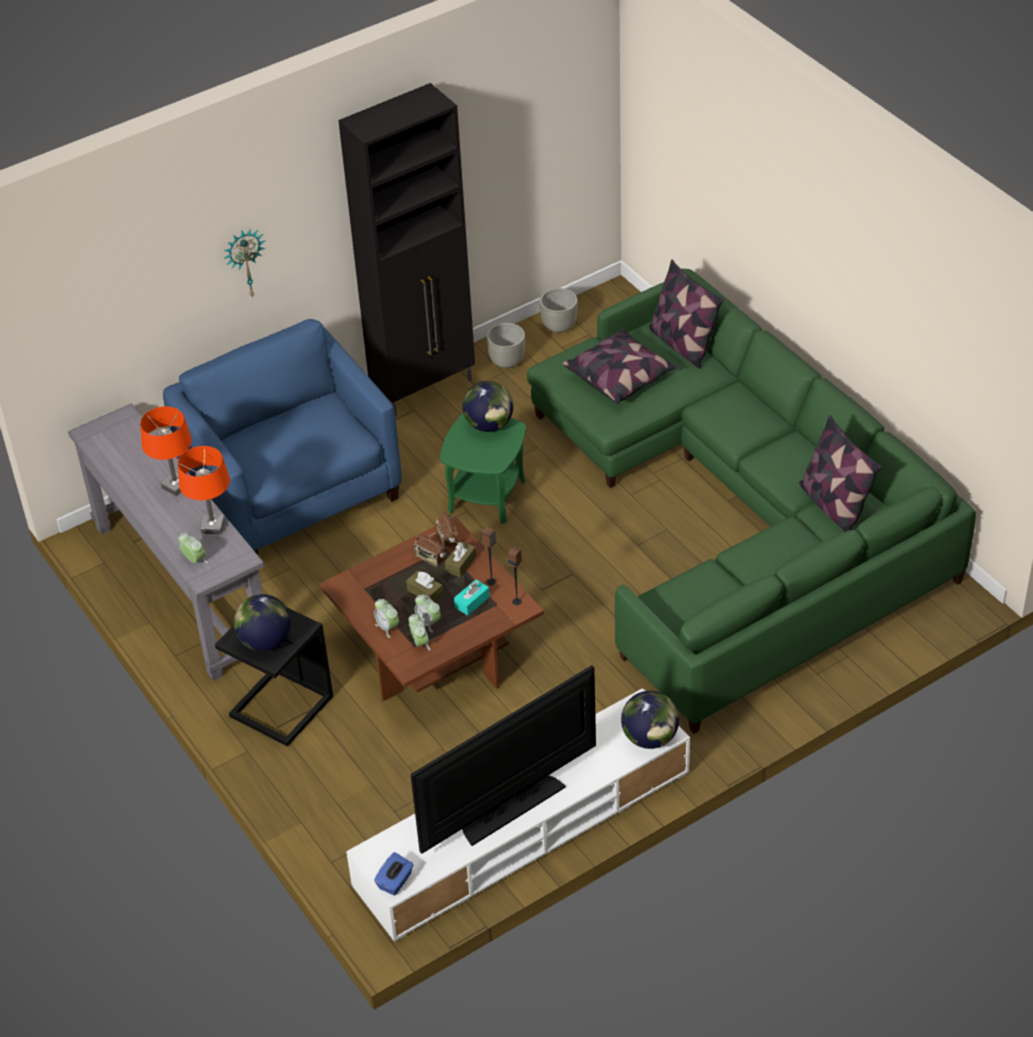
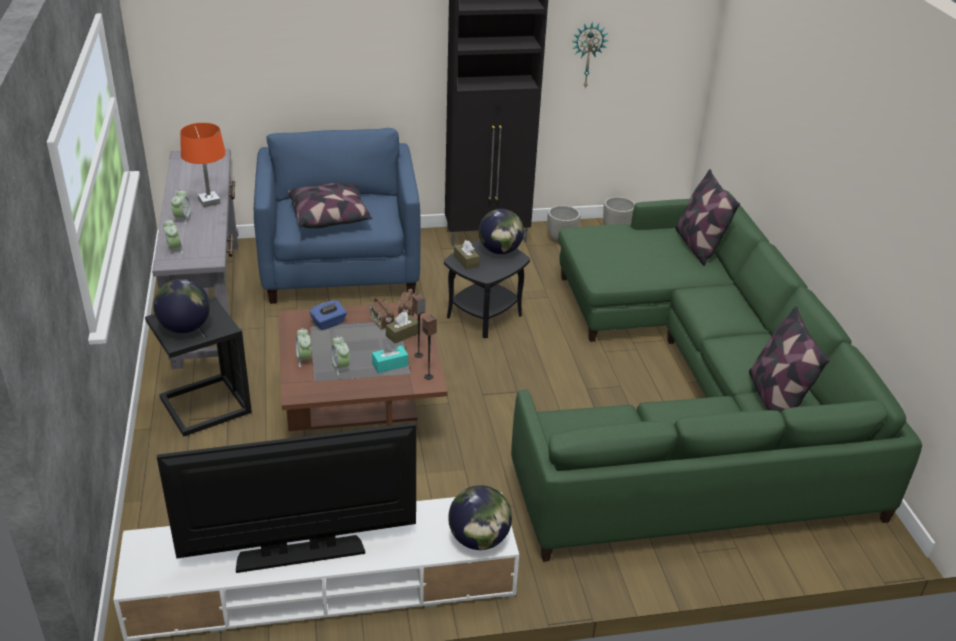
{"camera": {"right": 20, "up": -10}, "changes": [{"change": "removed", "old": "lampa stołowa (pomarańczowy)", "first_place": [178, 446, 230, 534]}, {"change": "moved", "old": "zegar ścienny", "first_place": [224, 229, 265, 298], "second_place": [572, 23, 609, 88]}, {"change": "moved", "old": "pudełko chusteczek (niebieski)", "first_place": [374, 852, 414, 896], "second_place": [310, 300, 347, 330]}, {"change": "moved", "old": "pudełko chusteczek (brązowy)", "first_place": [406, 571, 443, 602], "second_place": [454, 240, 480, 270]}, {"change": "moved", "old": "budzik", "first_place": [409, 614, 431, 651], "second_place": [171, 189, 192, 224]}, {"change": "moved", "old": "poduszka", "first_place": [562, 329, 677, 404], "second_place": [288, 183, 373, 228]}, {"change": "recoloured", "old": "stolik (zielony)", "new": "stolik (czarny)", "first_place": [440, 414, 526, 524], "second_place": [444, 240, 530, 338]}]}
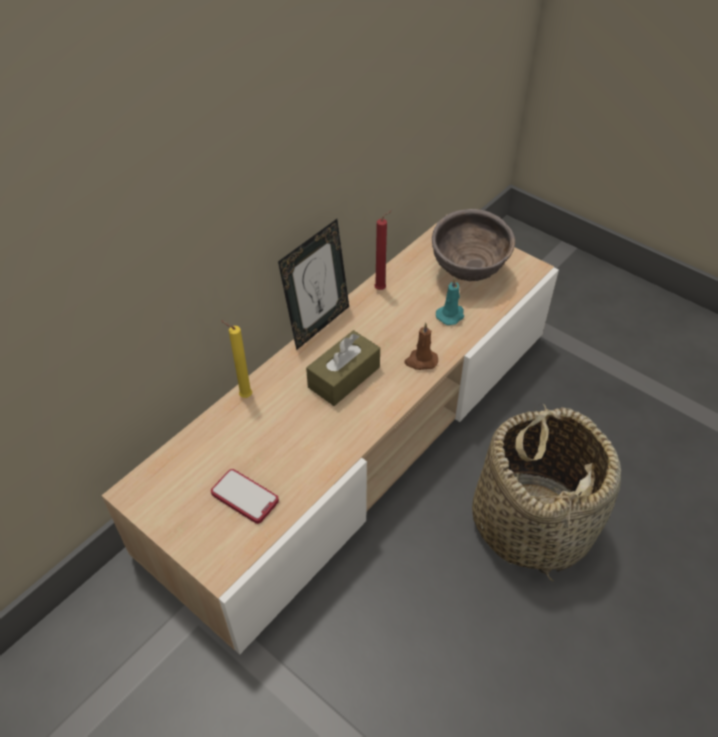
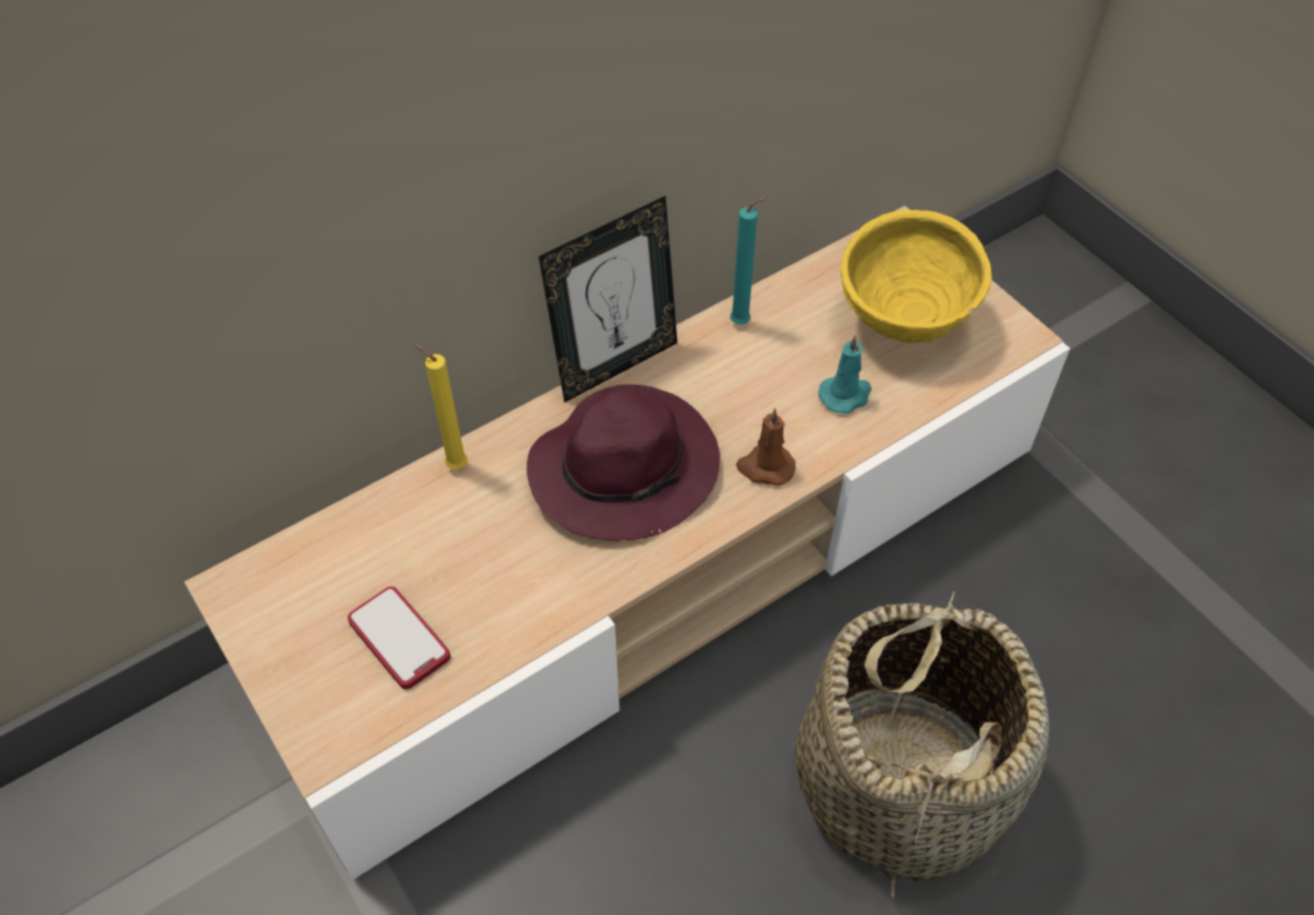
{"camera": {"right": 15, "up": 5}, "changes": [{"change": "replaced", "old": "pudełko chusteczek (brązowy)", "new": "kapelusz (fioletowy)", "first_place": [306, 330, 380, 406], "second_place": [527, 384, 720, 541]}, {"change": "recoloured", "old": "świeca (czerwony)", "new": "świeca (turkusowy)", "first_place": [374, 210, 392, 290], "second_place": [730, 196, 768, 325]}, {"change": "recoloured", "old": "miska (brązowy)", "new": "miska (żółty)", "first_place": [432, 209, 515, 281], "second_place": [840, 210, 992, 344]}]}
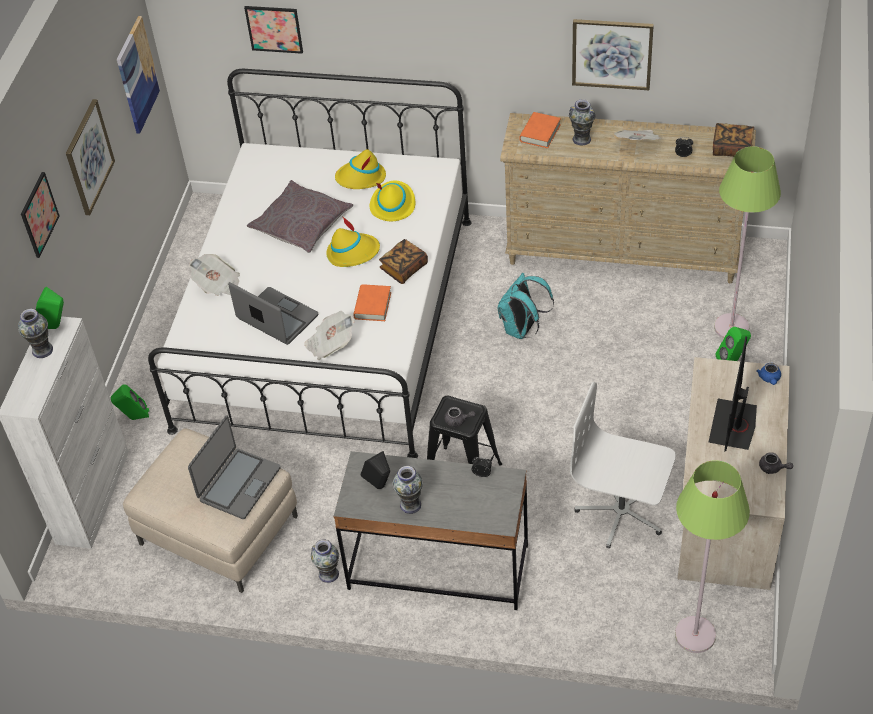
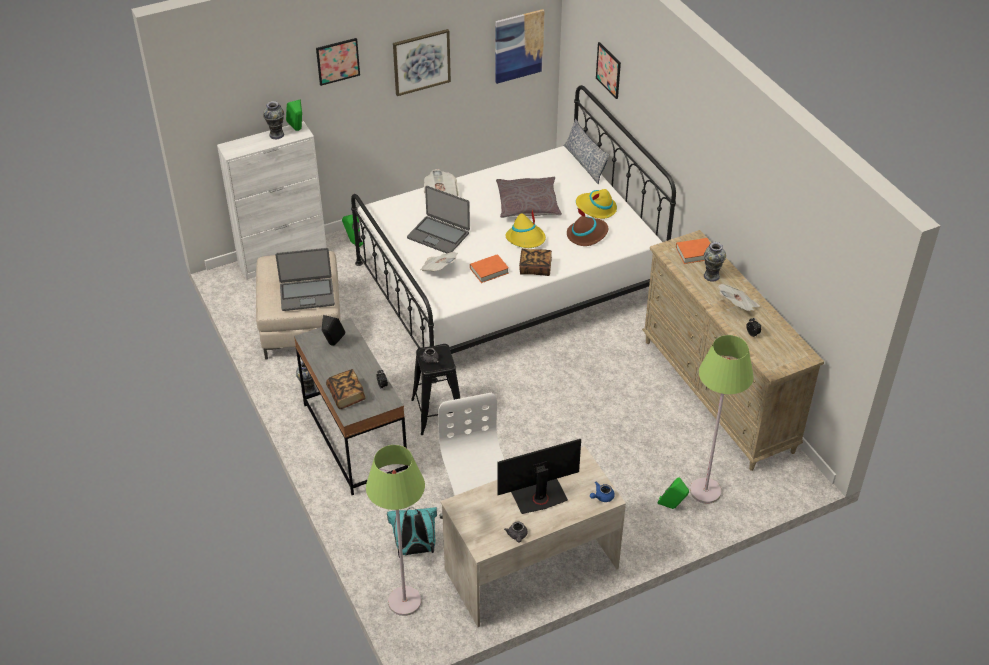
{"camera": {"right": 50, "up": -5}, "changes": [{"change": "removed", "old": "wazon", "first_place": [393, 466, 423, 514]}, {"change": "removed", "old": "obraz", "first_place": [572, 19, 654, 90]}, {"change": "added", "new": "poduszka", "second_place": [563, 119, 610, 184]}, {"change": "moved", "old": "plecak (turkusowy)", "first_place": [498, 273, 554, 339], "second_place": [387, 507, 437, 558]}, {"change": "moved", "old": "książka", "first_place": [713, 123, 754, 157], "second_place": [326, 369, 366, 409]}, {"change": "recoloured", "old": "kapelusz (żółty)", "new": "kapelusz (brązowy)", "first_place": [370, 181, 415, 221], "second_place": [567, 209, 608, 246]}, {"change": "turned", "old": "laptop", "first_place": [228, 282, 319, 345], "second_place": [407, 186, 470, 253], "degrees": 120}]}
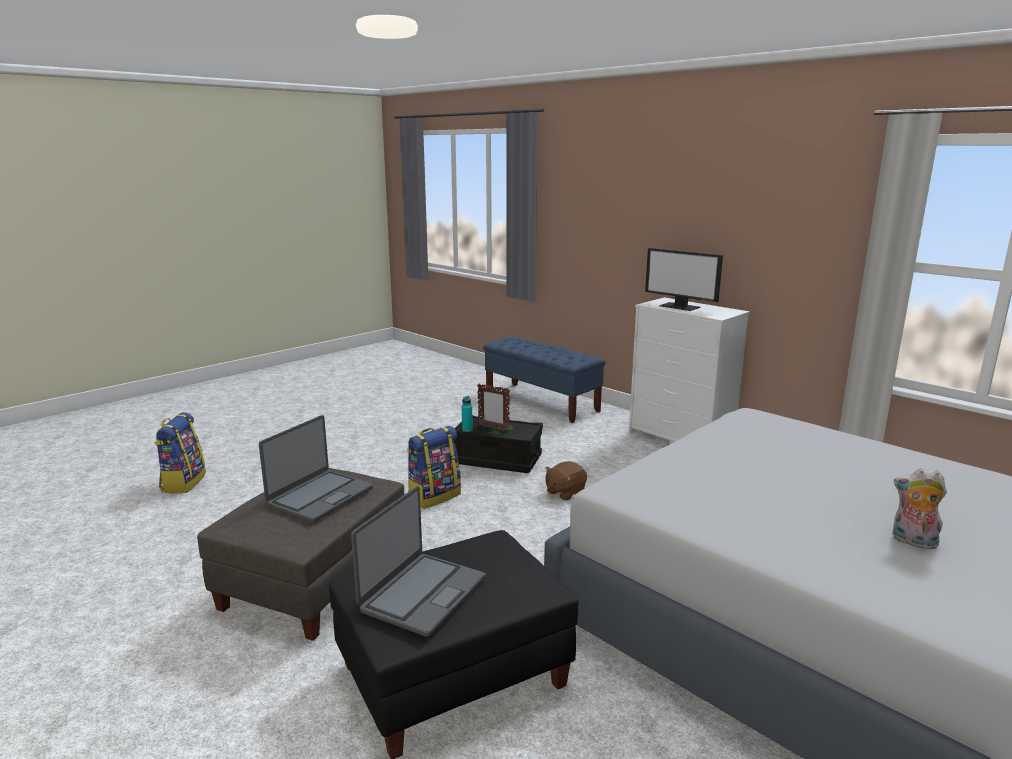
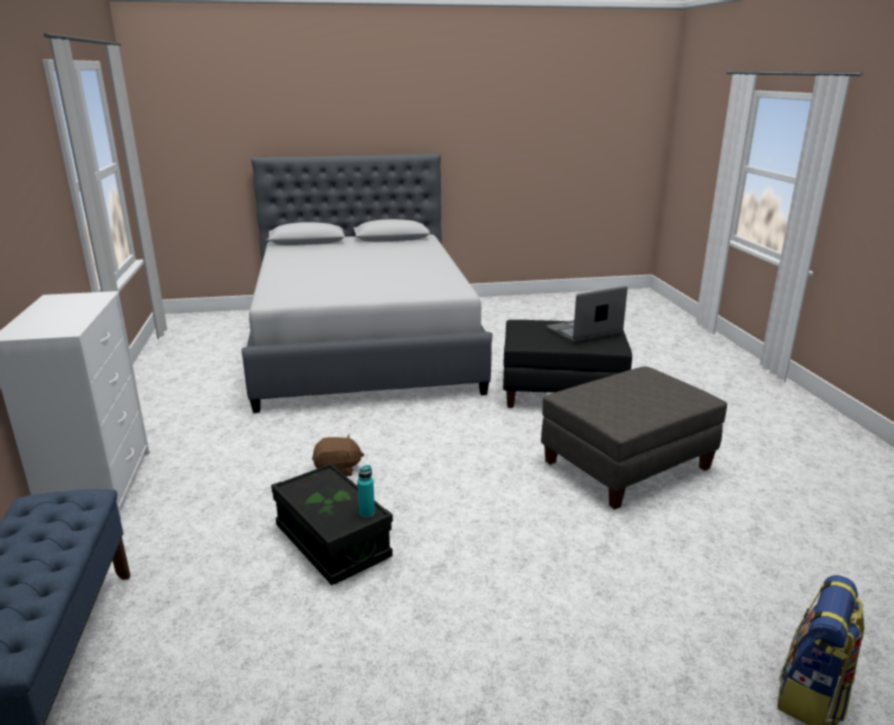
{"camera": {"right": -145, "up": 5}, "changes": [{"change": "removed", "old": "laptop", "first_place": [259, 415, 373, 523]}, {"change": "removed", "old": "plecak", "first_place": [407, 426, 461, 509]}, {"change": "removed", "old": "ramka na zdjęcie", "first_place": [477, 383, 510, 432]}, {"change": "removed", "old": "monitor", "first_place": [645, 248, 723, 311]}, {"change": "removed", "old": "pluszak", "first_place": [892, 468, 947, 549]}]}
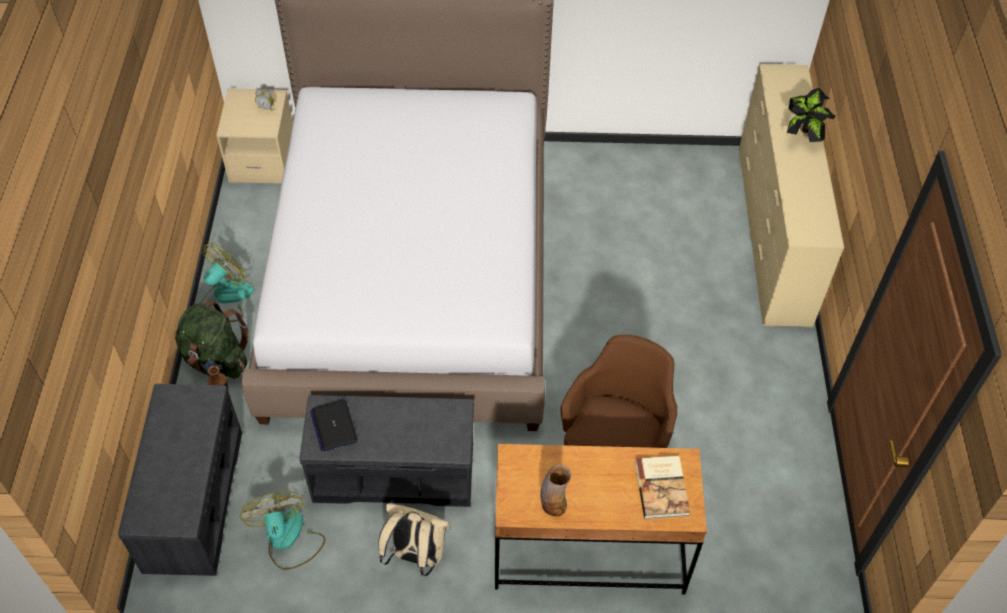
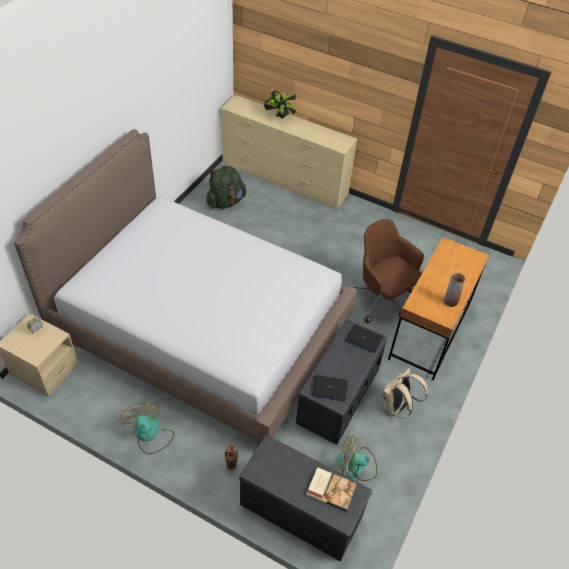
{"camera": {"right": -65, "up": -5}, "changes": [{"change": "added", "new": "laptop", "second_place": [346, 325, 383, 353]}, {"change": "moved", "old": "plecak (zielony)", "first_place": [175, 300, 248, 379], "second_place": [206, 165, 246, 209]}, {"change": "moved", "old": "książka", "first_place": [635, 456, 690, 519], "second_place": [306, 467, 357, 512]}]}
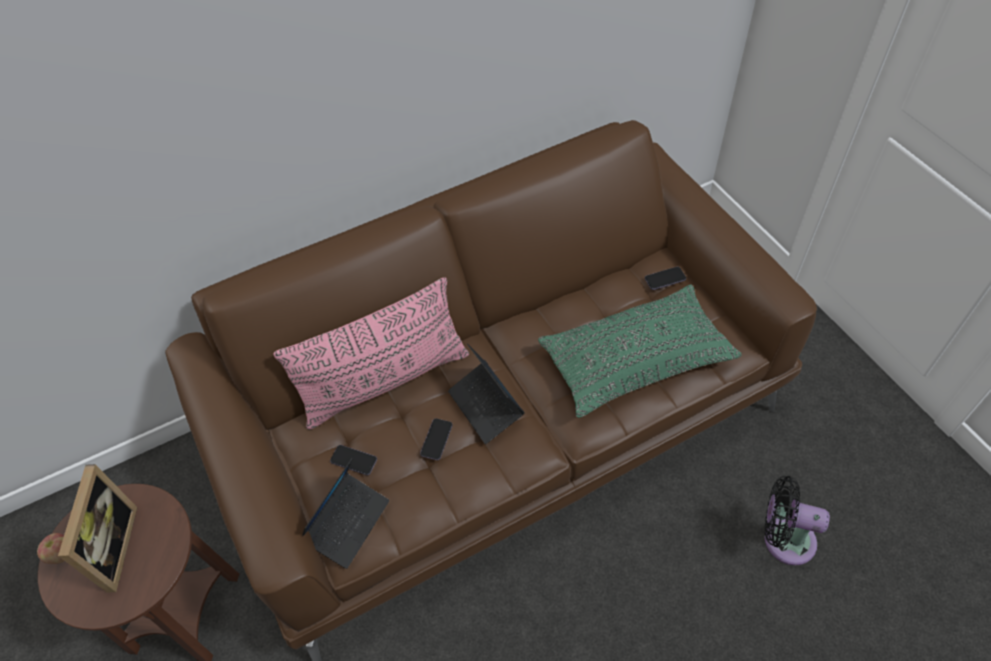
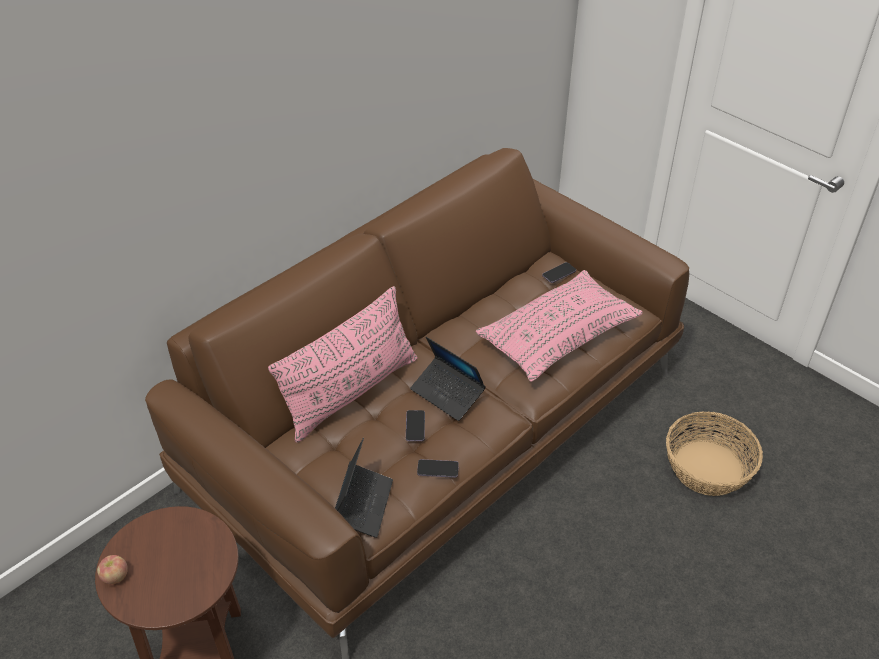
{"camera": {"right": -20, "up": -10}, "changes": [{"change": "removed", "old": "ramka na zdjęcie", "first_place": [58, 464, 138, 593]}, {"change": "moved", "old": "telefon", "first_place": [330, 445, 377, 475], "second_place": [417, 459, 459, 478]}, {"change": "replaced", "old": "wentylator (czarny)", "new": "koszyk", "first_place": [765, 476, 830, 566], "second_place": [666, 412, 763, 496]}, {"change": "recoloured", "old": "poduszka (zielony)", "new": "poduszka (różowy)", "first_place": [538, 284, 741, 418], "second_place": [476, 270, 643, 382]}]}
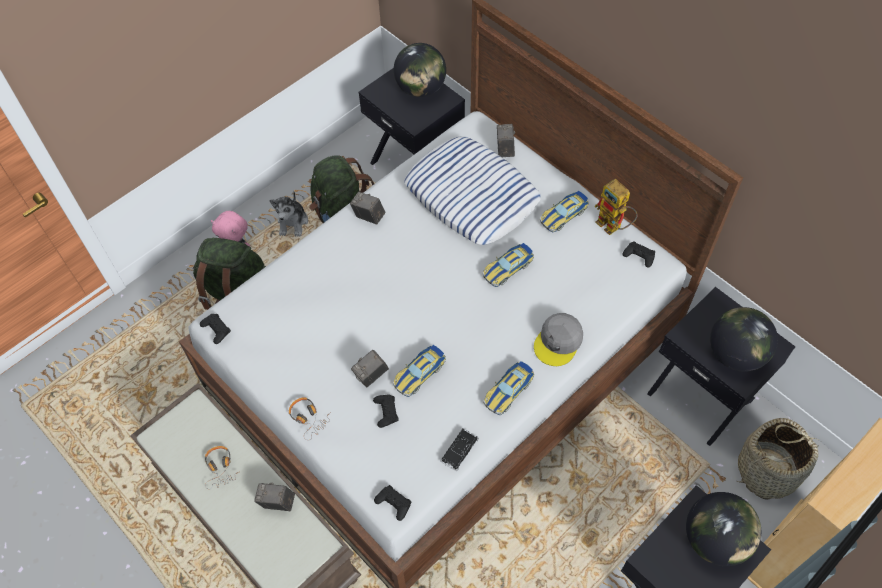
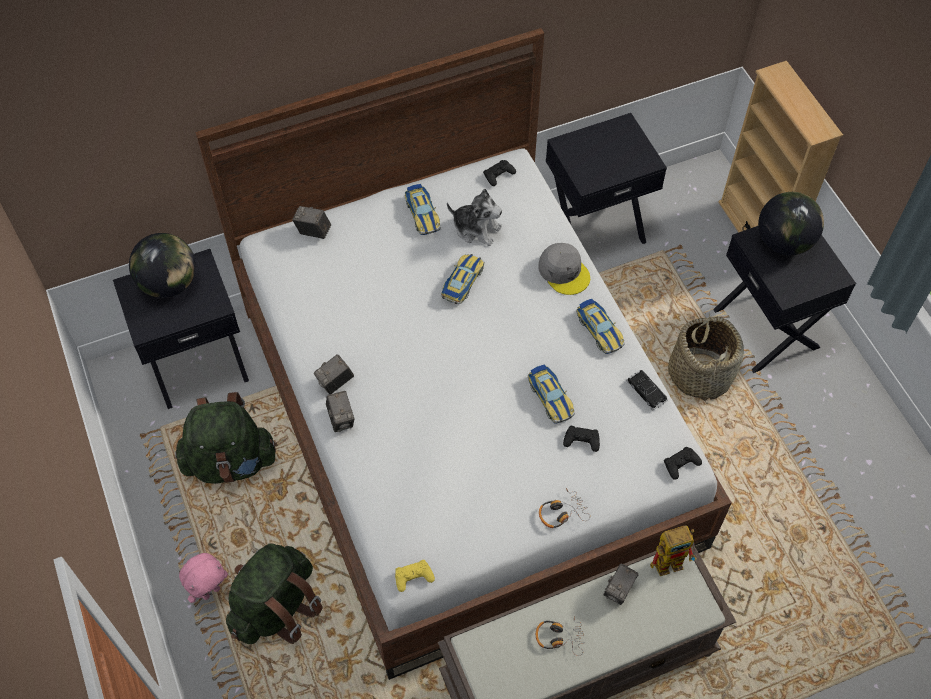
{"camera": {"right": -70, "up": 0}, "changes": [{"change": "removed", "old": "poduszka", "first_place": [404, 136, 541, 245]}, {"change": "removed", "old": "globus", "first_place": [710, 307, 778, 372]}, {"change": "moved", "old": "pluszak", "first_place": [270, 192, 308, 236], "second_place": [447, 189, 502, 246]}, {"change": "moved", "old": "aparat fotograficzny", "first_place": [351, 350, 389, 387], "second_place": [326, 391, 355, 432]}, {"change": "moved", "old": "robot zabawkowy", "first_place": [594, 179, 638, 235], "second_place": [650, 525, 697, 576]}, {"change": "moved", "old": "koszyk", "first_place": [736, 418, 820, 500], "second_place": [668, 314, 744, 403]}, {"change": "recoloured", "old": "pad do gier (czarny)", "new": "pad do gier (żółty)", "first_place": [200, 314, 231, 344], "second_place": [395, 560, 435, 592]}, {"change": "turned", "old": "samochodzik", "first_place": [482, 243, 534, 287], "second_place": [441, 254, 485, 304], "degrees": -135}]}
